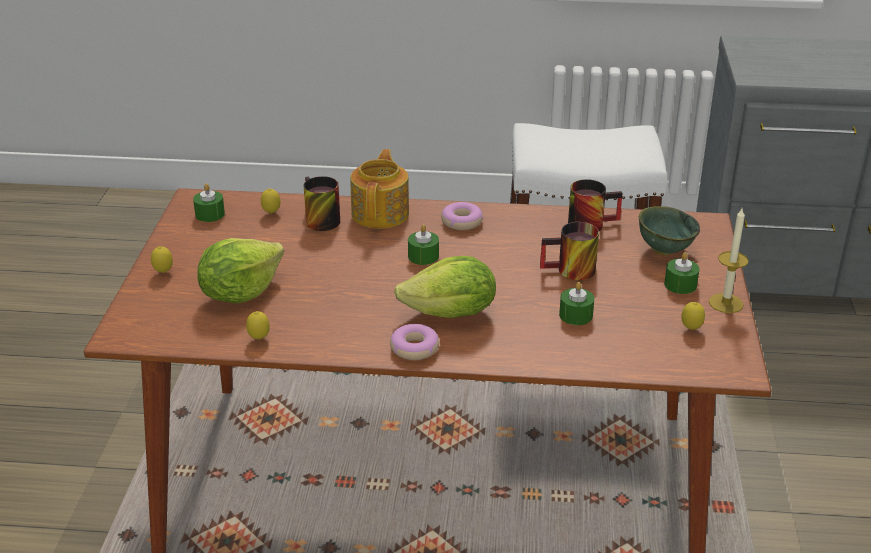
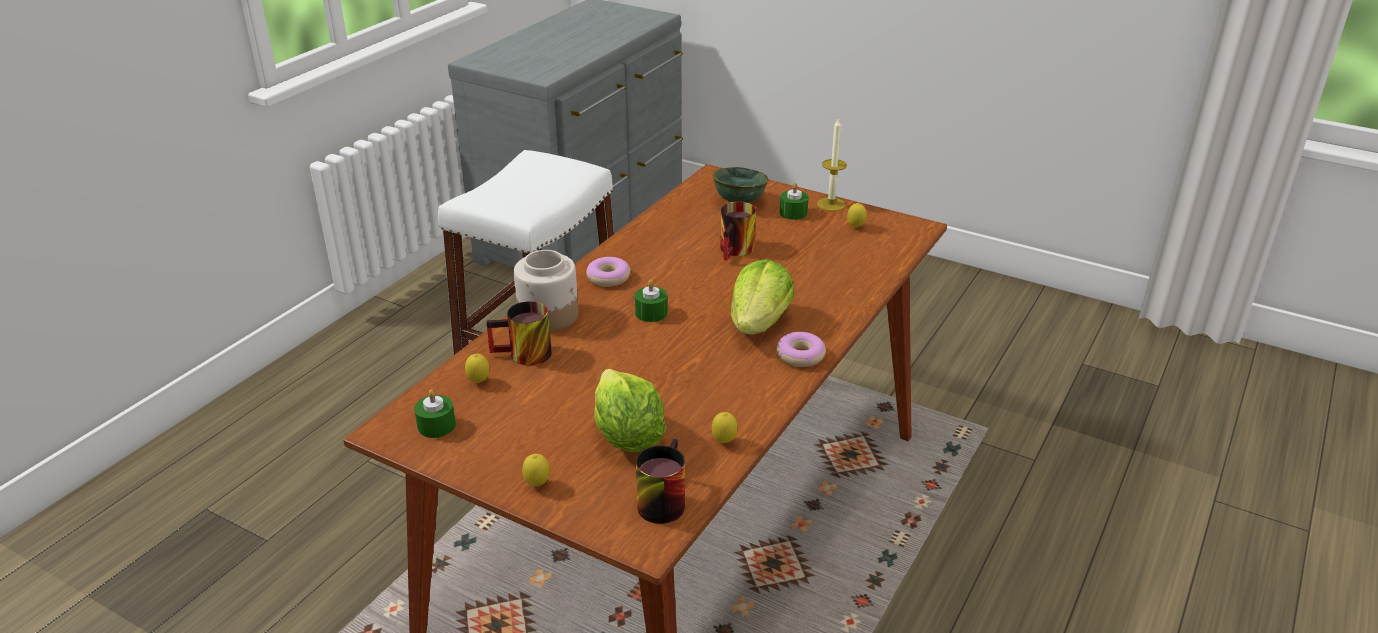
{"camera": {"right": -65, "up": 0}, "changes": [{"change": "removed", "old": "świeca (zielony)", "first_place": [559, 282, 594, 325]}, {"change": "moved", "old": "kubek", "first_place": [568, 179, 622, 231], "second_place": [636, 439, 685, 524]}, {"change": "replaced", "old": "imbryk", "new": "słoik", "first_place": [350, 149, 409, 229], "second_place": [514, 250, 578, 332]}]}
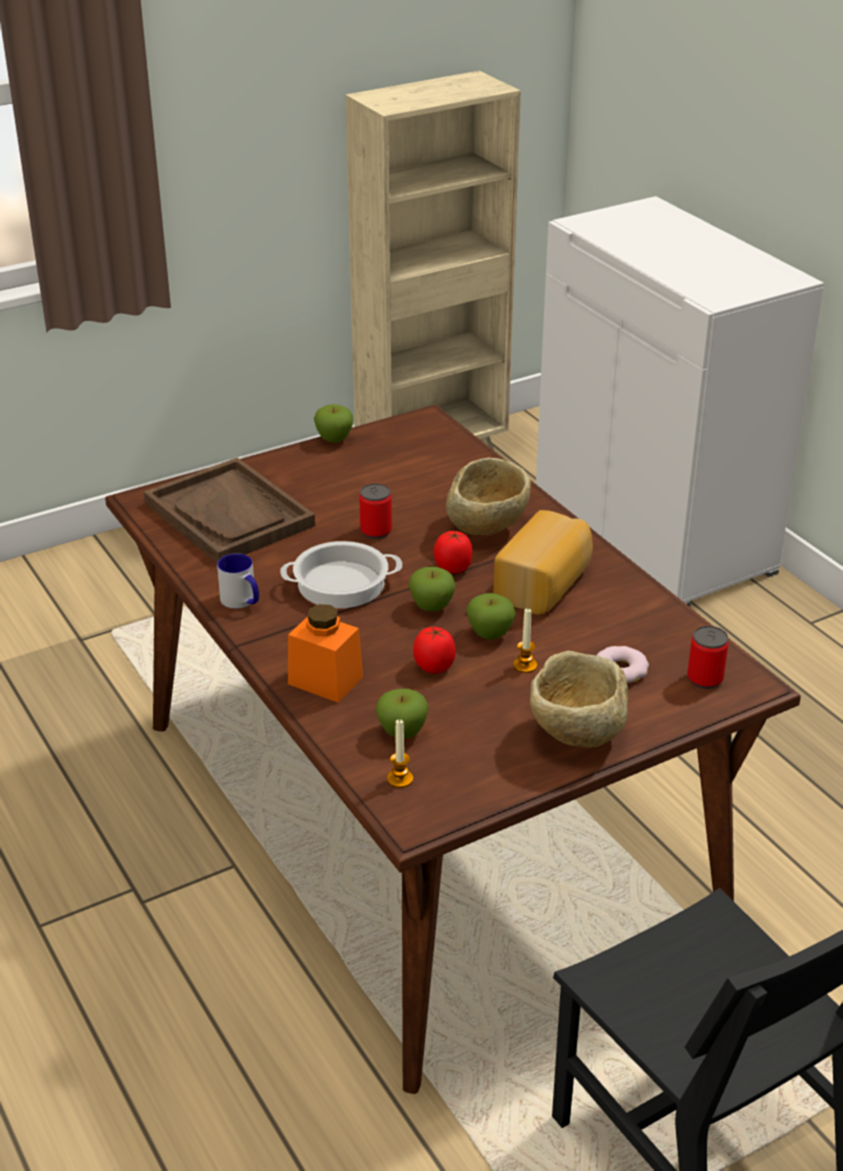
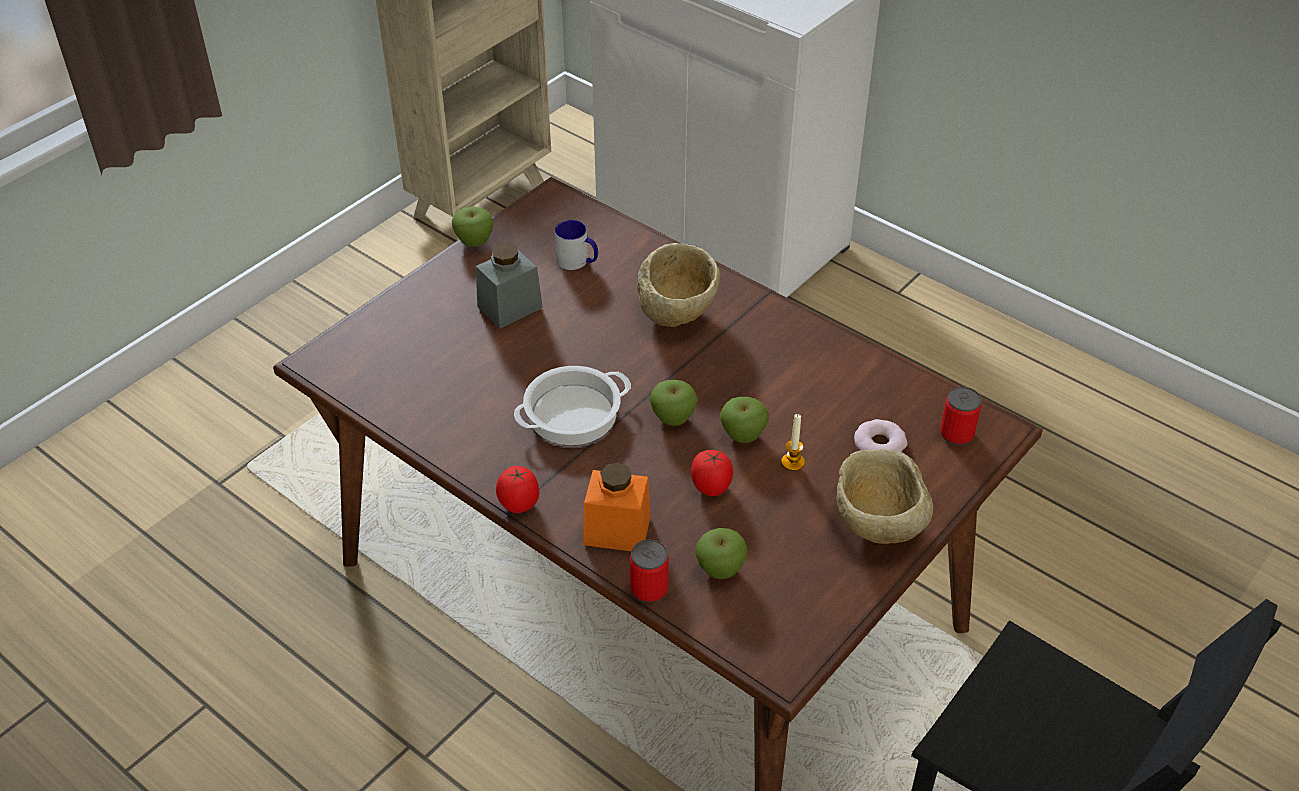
{"camera": {"right": -20, "up": 10}, "changes": [{"change": "removed", "old": "taca (brązowy)", "first_place": [144, 458, 315, 563]}, {"change": "removed", "old": "świeca", "first_place": [387, 719, 413, 788]}, {"change": "removed", "old": "chleb", "first_place": [494, 510, 593, 615]}, {"change": "added", "new": "słoik (szary)", "second_place": [476, 243, 543, 329]}, {"change": "moved", "old": "kubek", "first_place": [217, 553, 259, 609], "second_place": [555, 220, 598, 270]}, {"change": "moved", "old": "puszka", "first_place": [359, 483, 392, 539], "second_place": [630, 539, 669, 603]}, {"change": "moved", "old": "pomidor", "first_place": [434, 531, 473, 574], "second_place": [496, 466, 539, 513]}]}
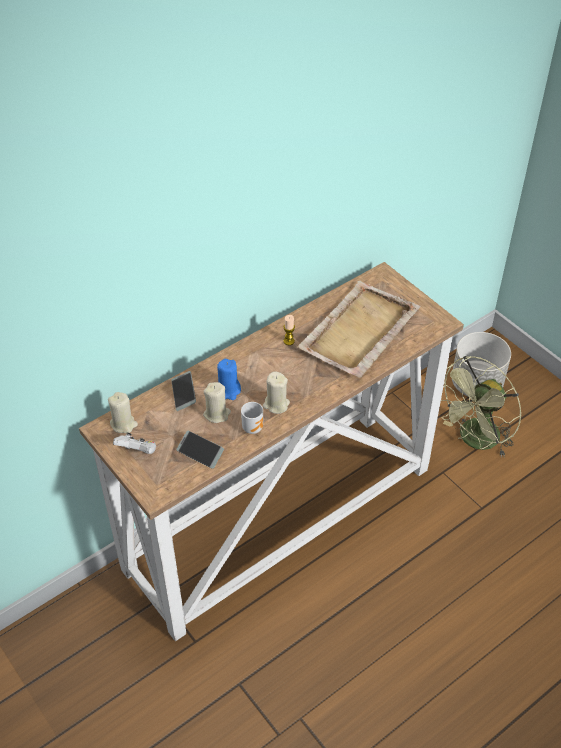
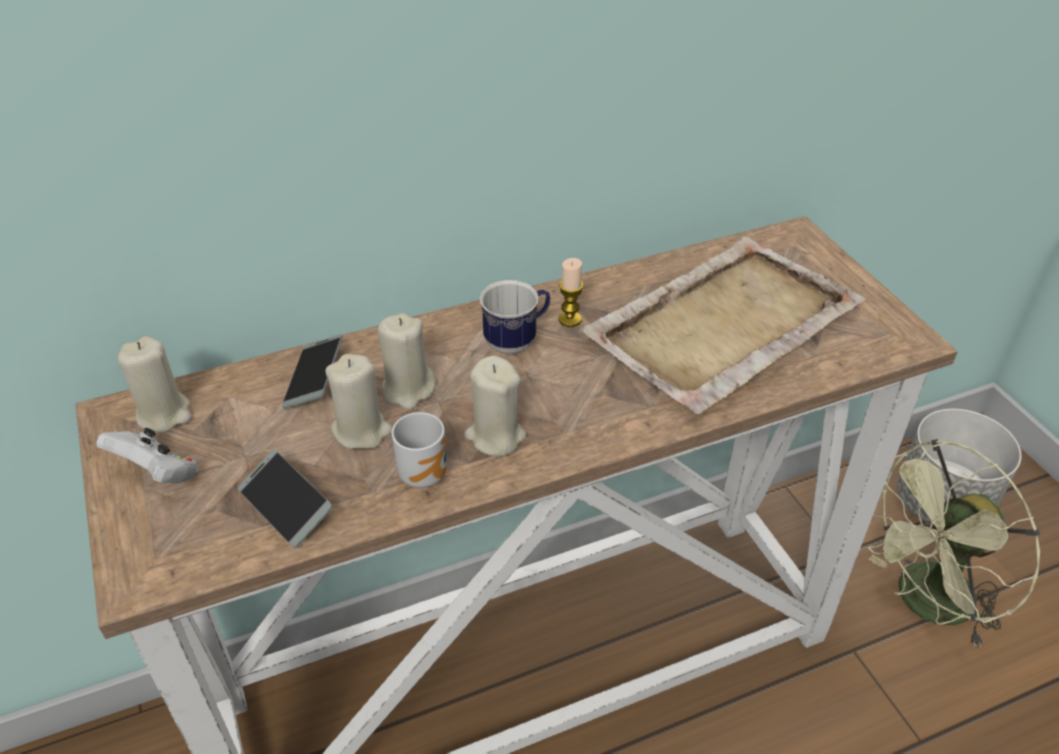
{"camera": {"right": 15, "up": -5}, "changes": [{"change": "added", "new": "kubek", "second_place": [480, 280, 550, 354]}, {"change": "recoloured", "old": "świeca (niebieski)", "new": "świeca (beżowy)", "first_place": [217, 358, 241, 400], "second_place": [378, 313, 436, 409]}]}
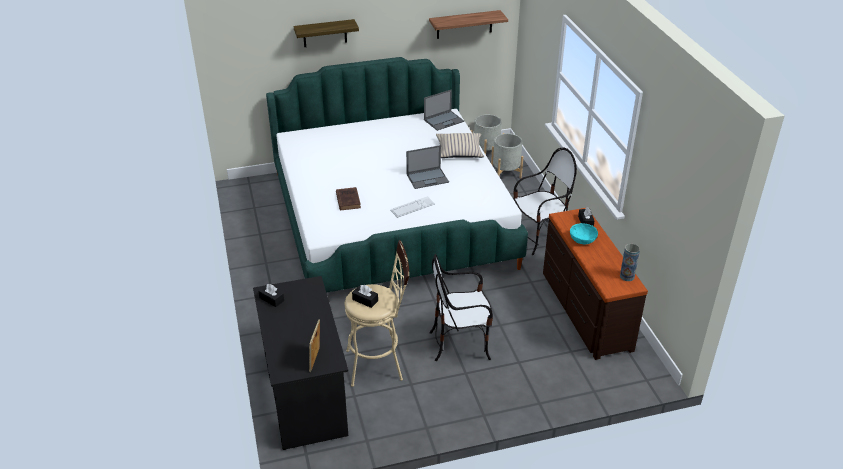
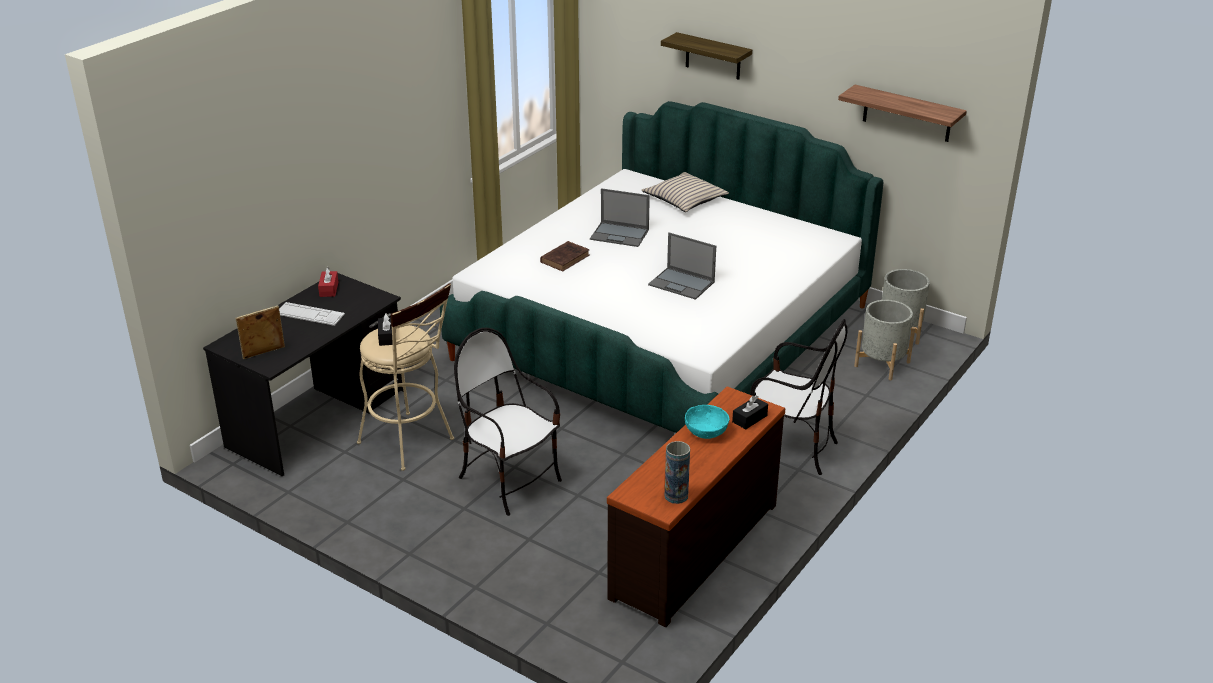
{"camera": {"right": 50, "up": -5}, "changes": [{"change": "moved", "old": "klawiatura", "first_place": [390, 196, 435, 218], "second_place": [279, 302, 345, 326]}, {"change": "moved", "old": "laptop", "first_place": [424, 89, 464, 131], "second_place": [590, 188, 650, 247]}, {"change": "moved", "old": "poduszka (beżowy)", "first_place": [436, 133, 484, 158], "second_place": [641, 172, 729, 212]}, {"change": "recoloured", "old": "pudełko chusteczek (czarny)", "new": "pudełko chusteczek (czerwony)", "first_place": [258, 284, 284, 307], "second_place": [318, 267, 338, 297]}]}
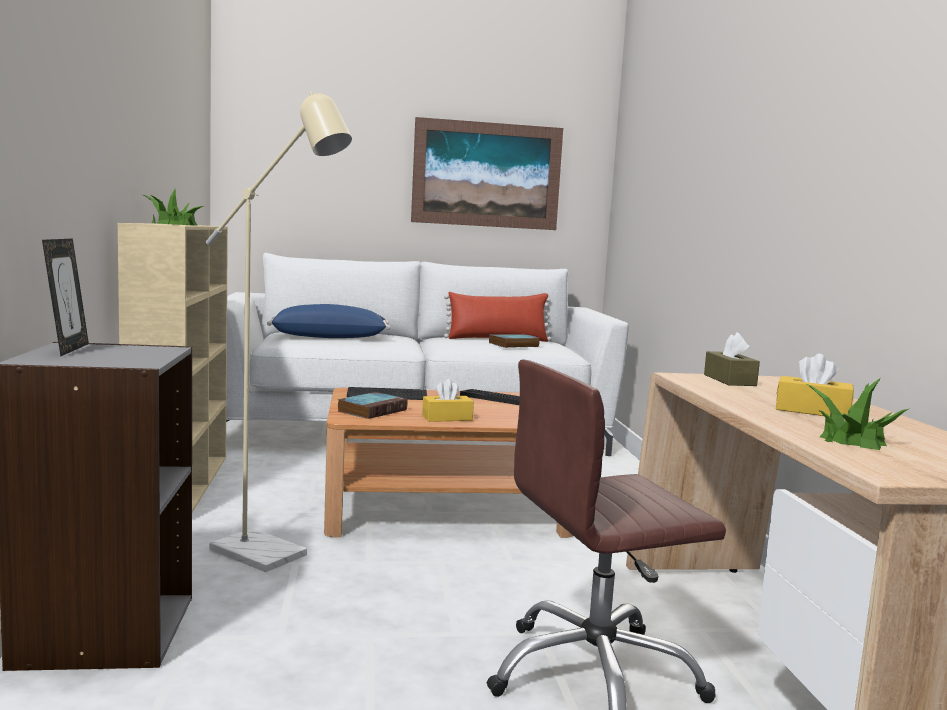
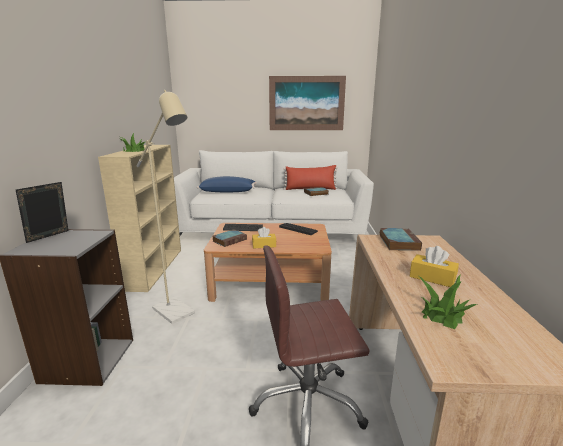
{"camera": {"right": 10, "up": 10}, "changes": [{"change": "replaced", "old": "pudełko chusteczek (brązowy)", "new": "książka", "first_place": [704, 332, 760, 386], "second_place": [380, 228, 422, 251]}, {"change": "turned", "old": "ramka na zdjęcie", "first_place": [42, 239, 89, 356], "second_place": [16, 182, 68, 243], "degrees": -150}]}
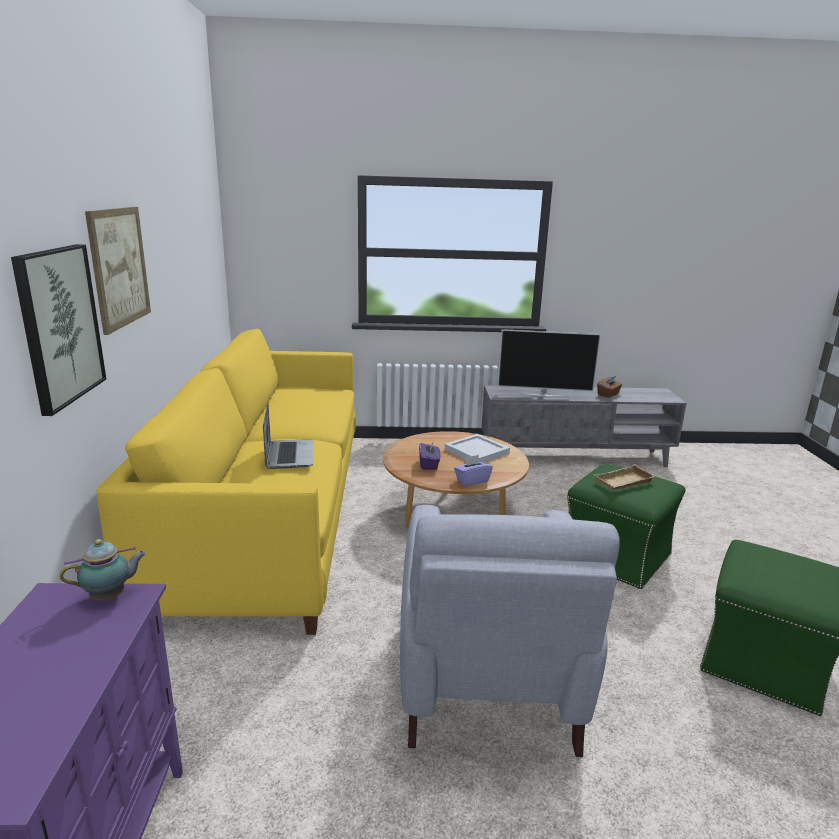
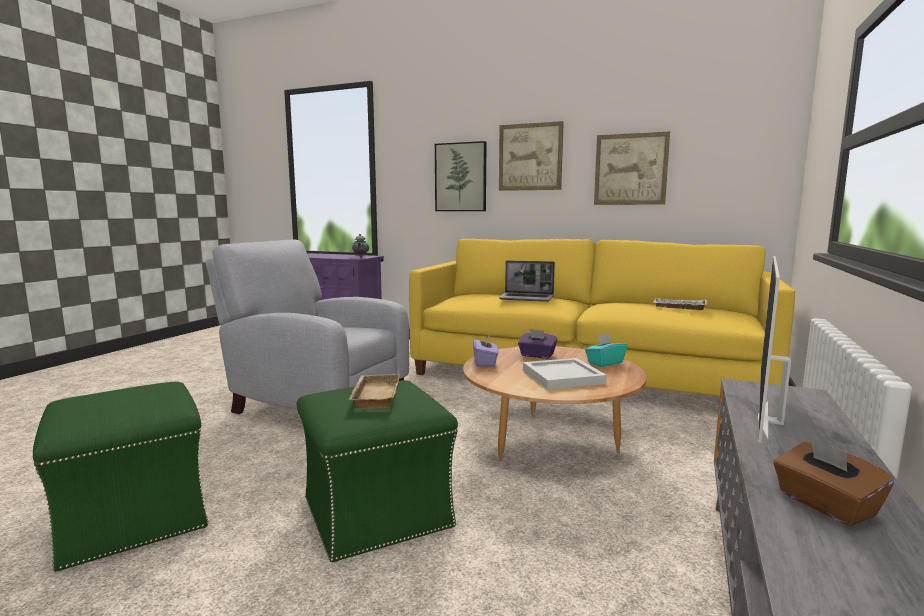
{"camera": {"right": 115, "up": -10}, "changes": [{"change": "added", "new": "pudełko chusteczek (turkusowy)", "second_place": [585, 333, 627, 367]}, {"change": "added", "new": "obraz", "second_place": [594, 131, 670, 205]}, {"change": "added", "new": "taca (biały)", "second_place": [653, 298, 707, 310]}]}
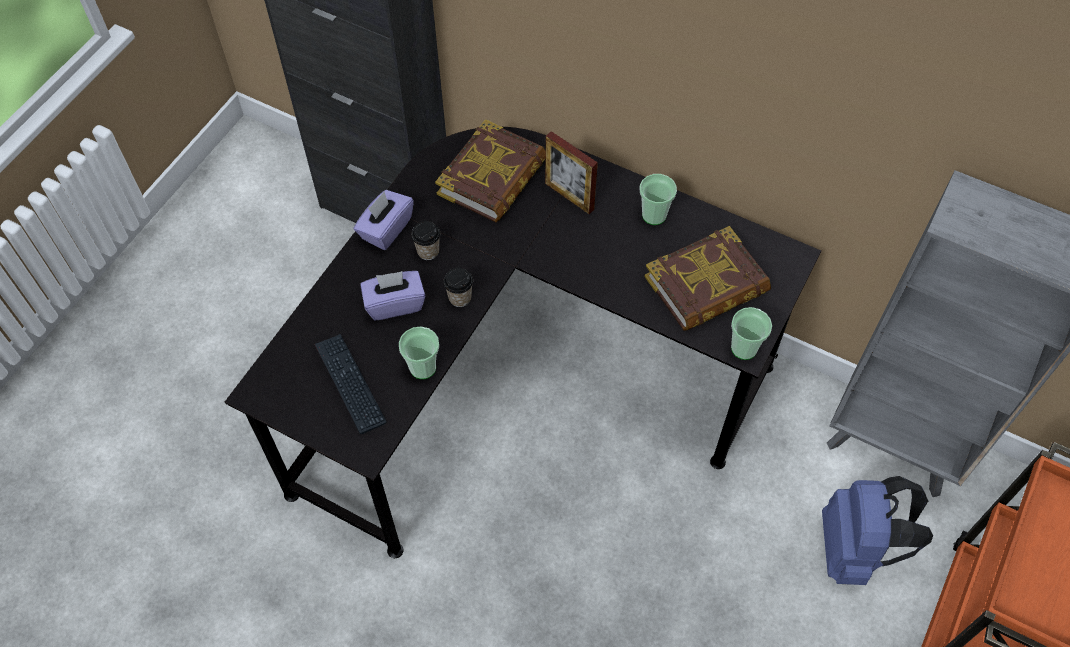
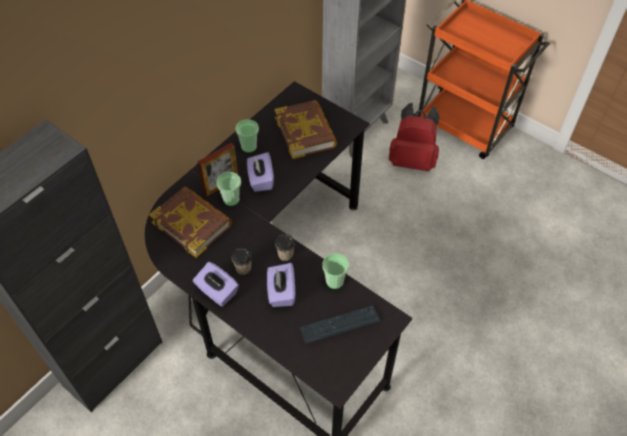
{"camera": {"right": -80, "up": -5}, "changes": [{"change": "added", "new": "pudełko chusteczek (fioletowy)", "second_place": [247, 152, 274, 192]}, {"change": "moved", "old": "filiżanka", "first_place": [731, 307, 772, 360], "second_place": [216, 172, 241, 206]}, {"change": "recoloured", "old": "plecak (niebieski)", "new": "plecak (czerwony)", "first_place": [822, 476, 933, 585], "second_place": [389, 103, 440, 171]}]}
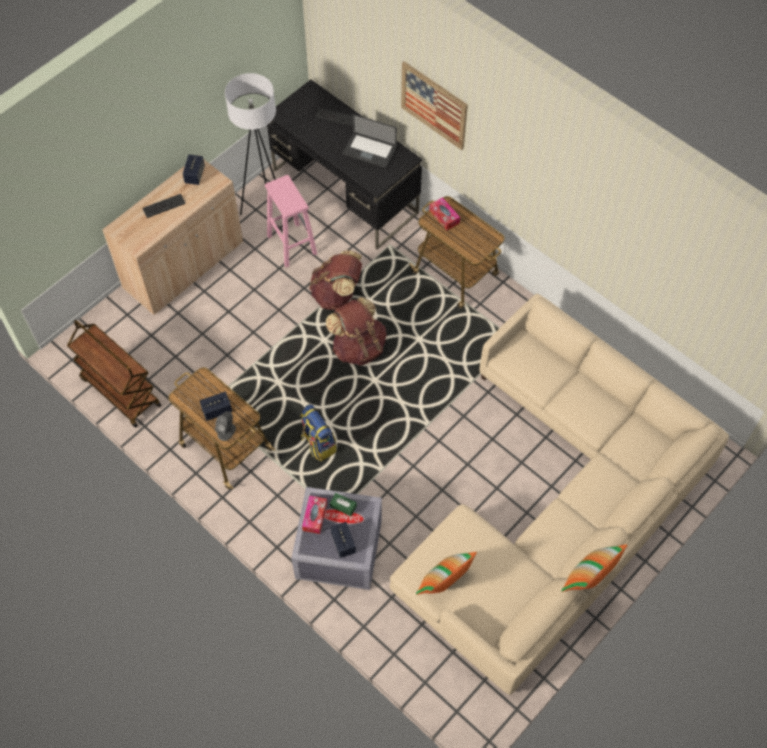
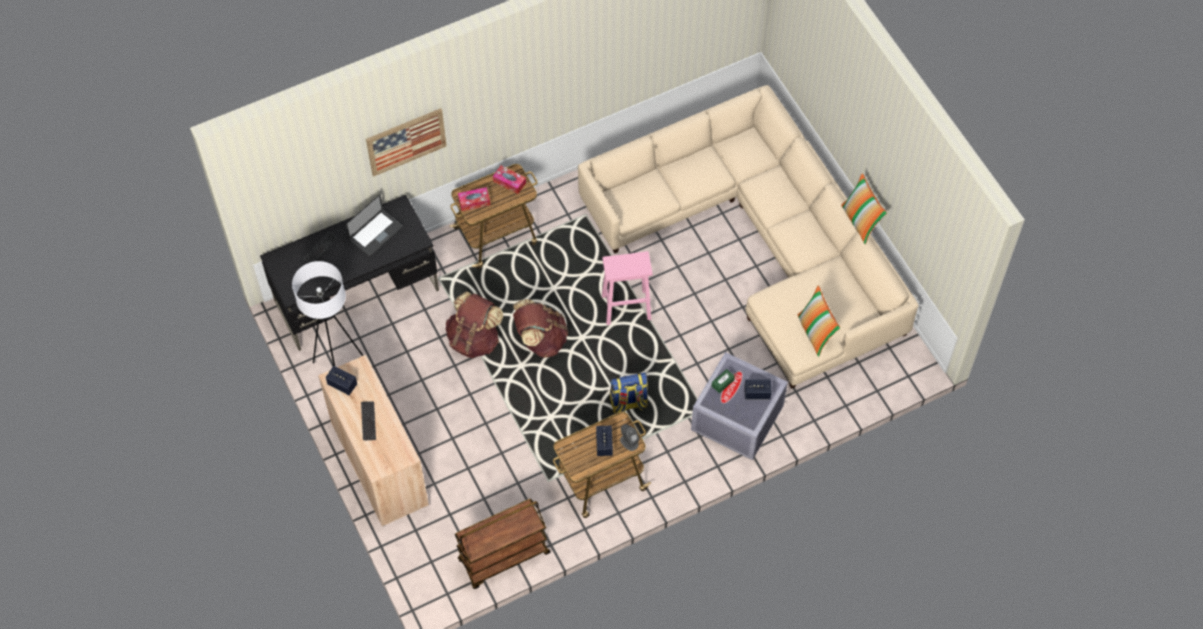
{"camera": {"right": -70, "up": 0}, "changes": [{"change": "moved", "old": "stołek (różowy)", "first_place": [265, 175, 317, 267], "second_place": [602, 251, 652, 325]}, {"change": "moved", "old": "pudełko chusteczek", "first_place": [302, 496, 327, 534], "second_place": [493, 165, 526, 194]}]}
